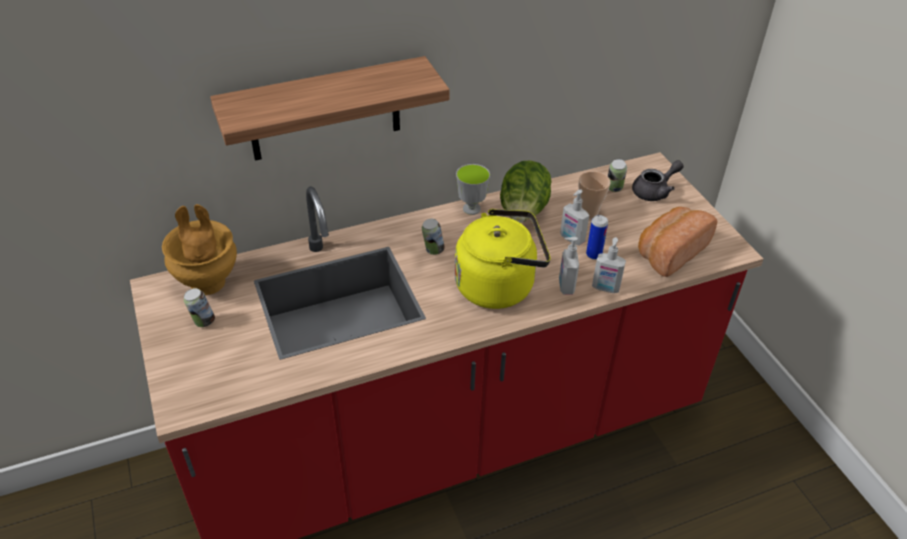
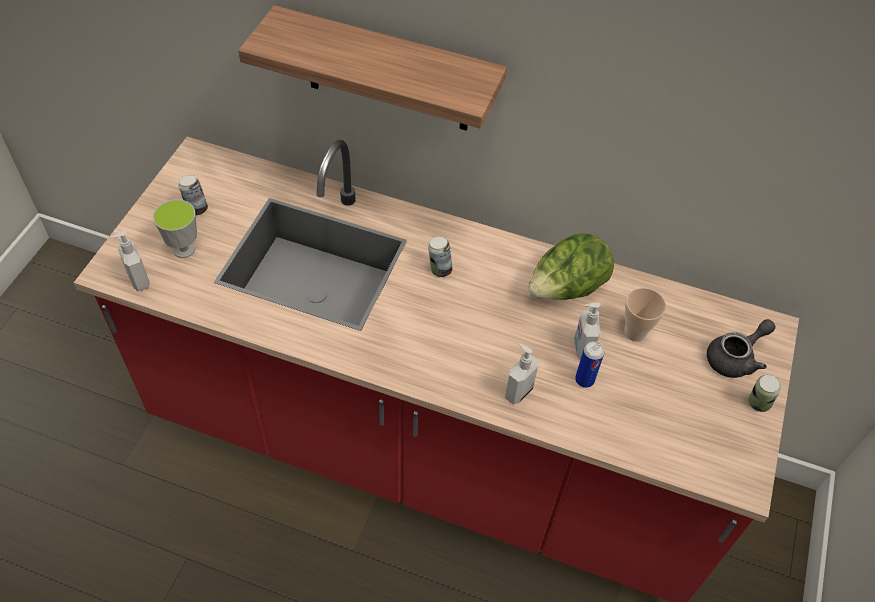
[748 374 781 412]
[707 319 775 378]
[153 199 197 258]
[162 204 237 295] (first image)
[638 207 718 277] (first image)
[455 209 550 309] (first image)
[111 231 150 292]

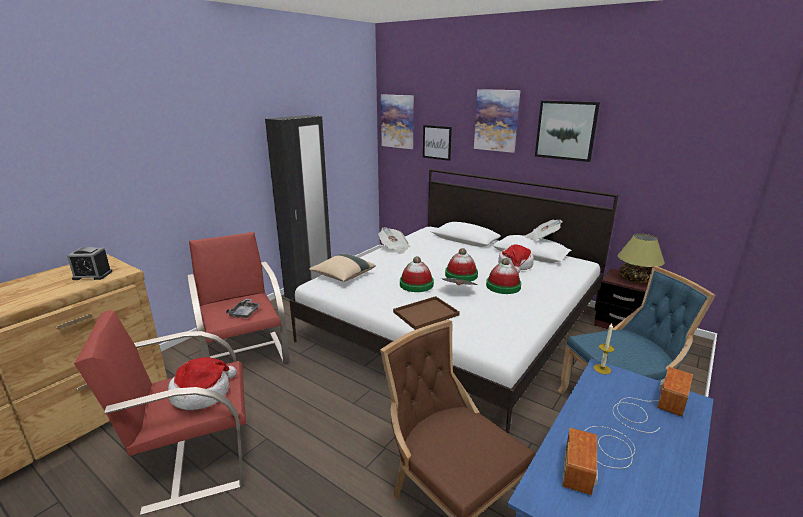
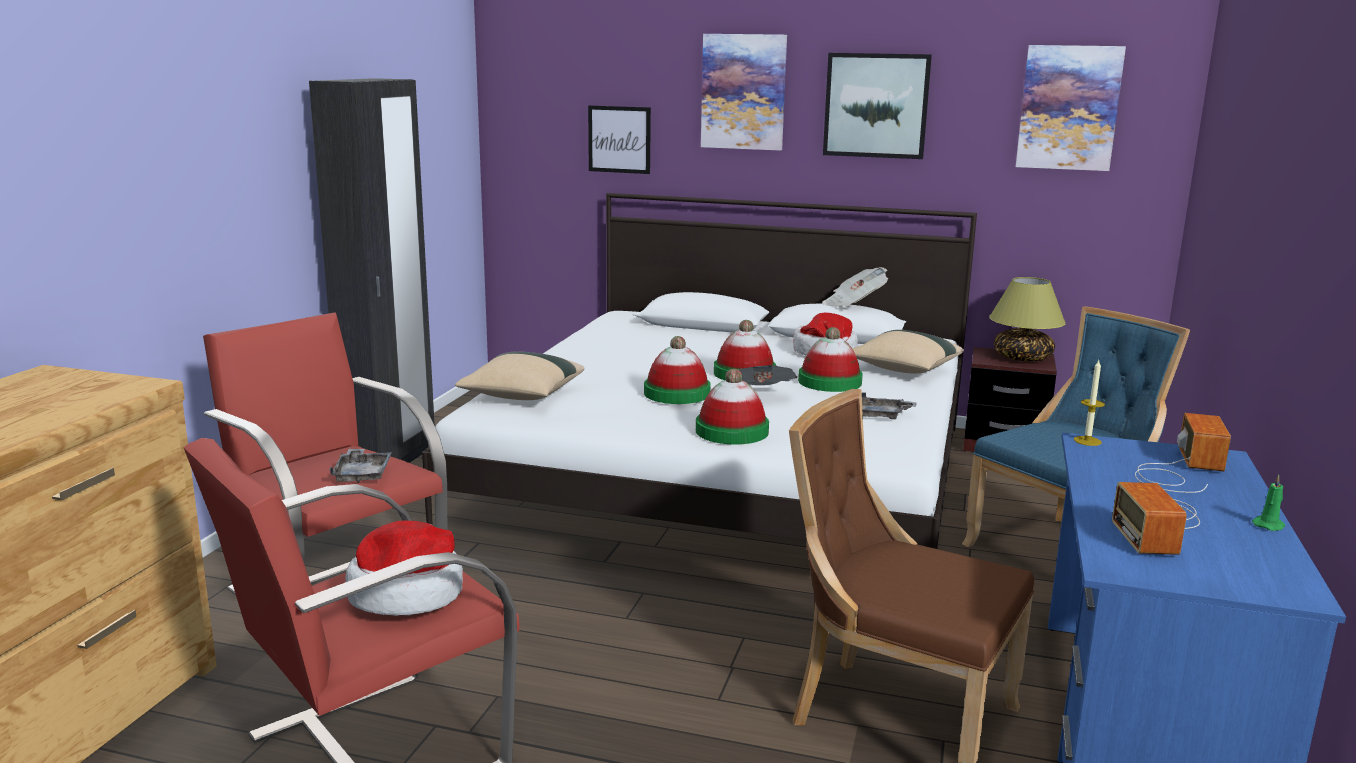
[1016 45 1126 171]
[378 227 410 254] (first image)
[67 247 112 280] (first image)
[696 369 769 444]
[853 330 964 373]
[862 392 917 419]
[1252 475 1285 531]

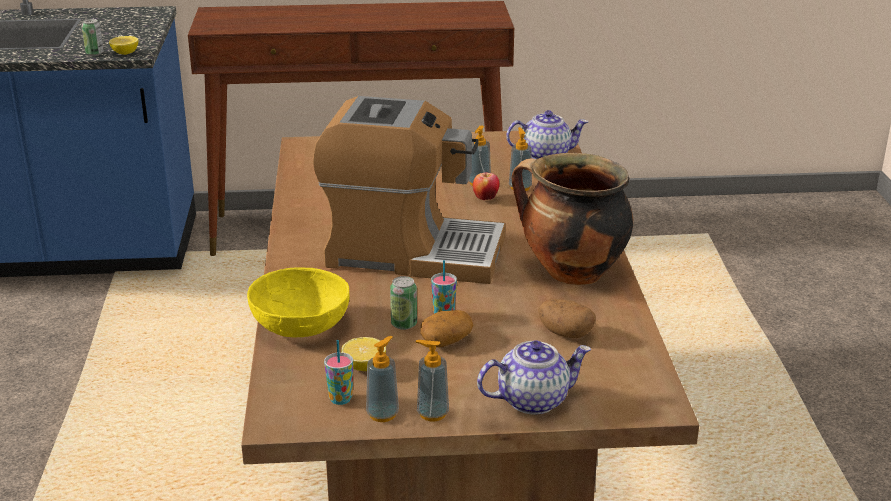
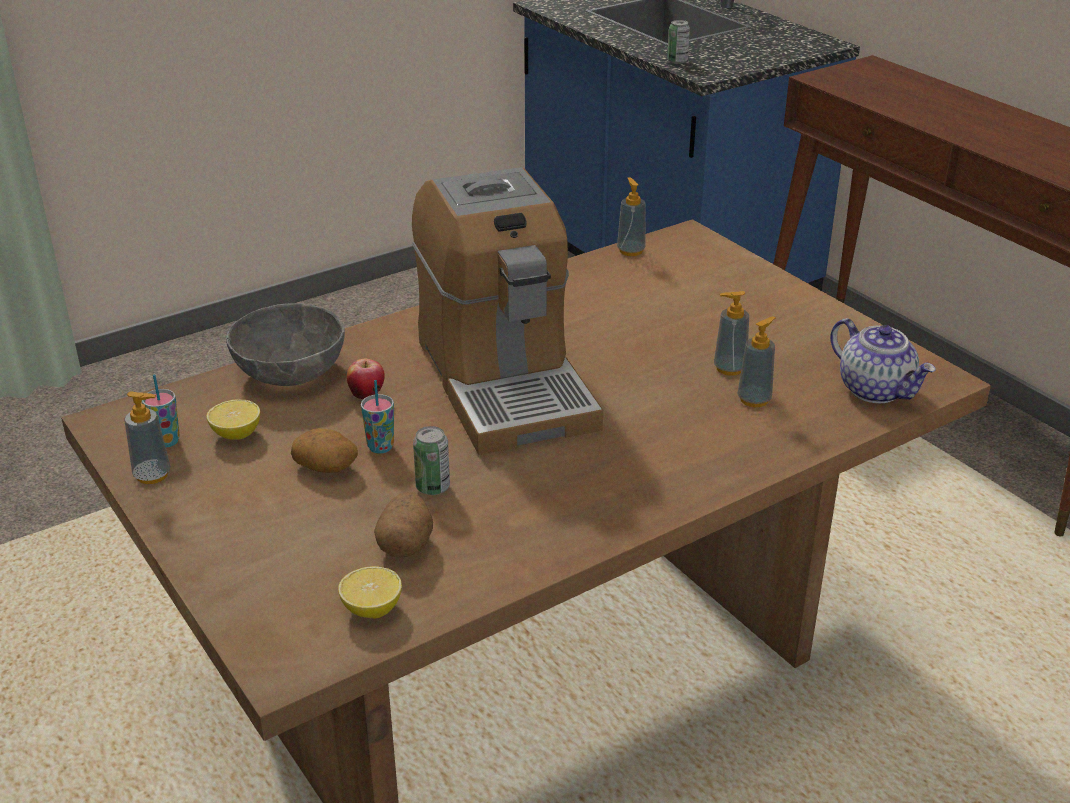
[338 566 402 619]
[511 153 633 285] (first image)
[347 359 385 399]
[226 303 345 386]
[413 426 450 495]
[617 177 646 256]
[477 340 591 415] (first image)

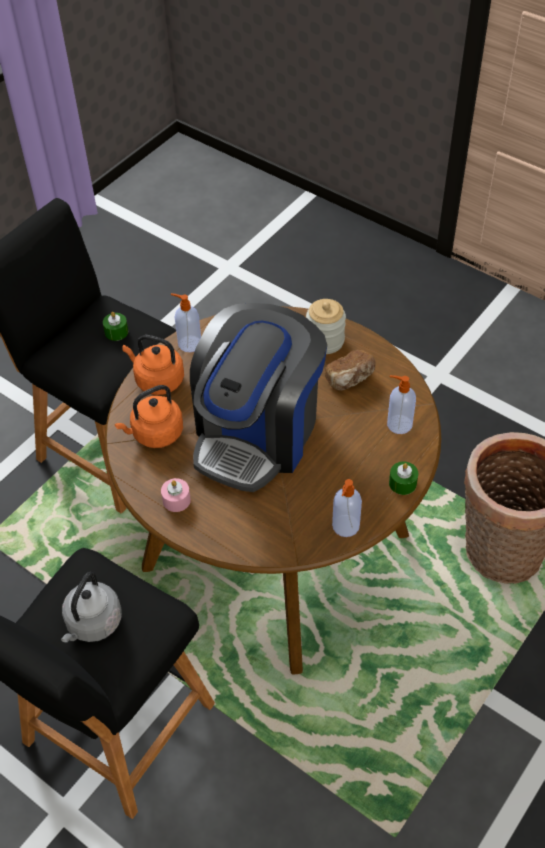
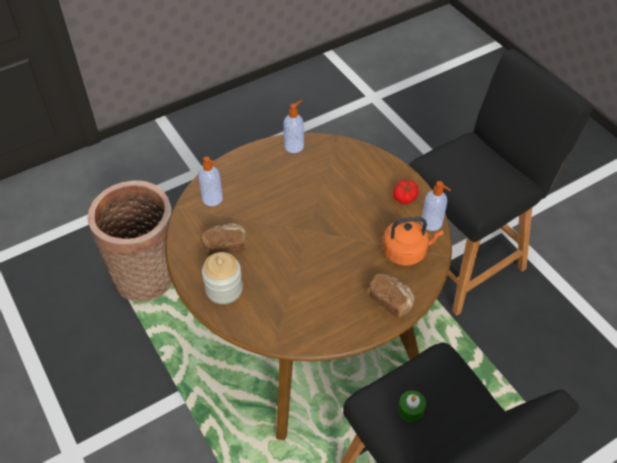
[421 181 451 231]
[190 303 327 492] (first image)
[367 274 414 318]
[389 461 418 495] (first image)
[393 180 418 204]
[61 572 122 642] (first image)

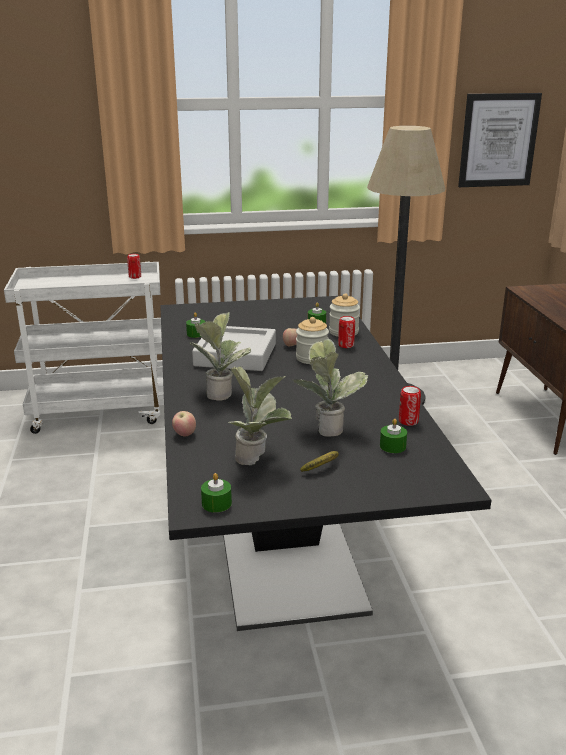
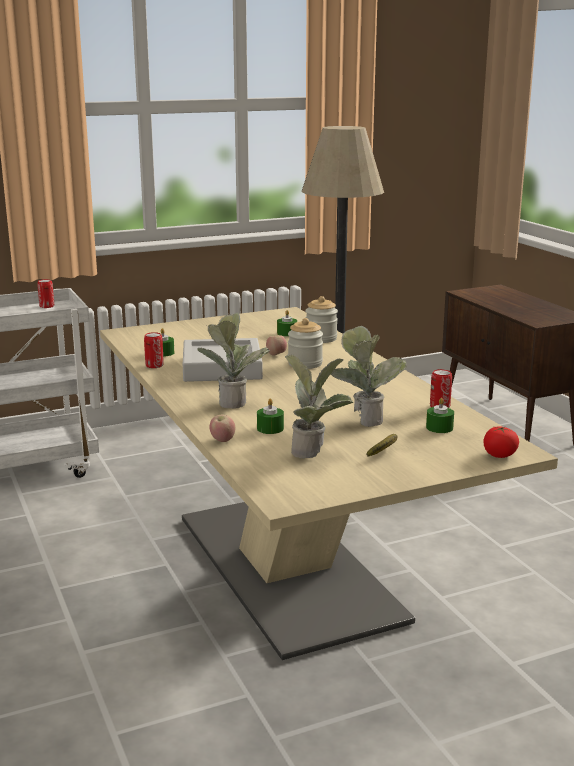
[458 93 542 187] (first image)
[100 307 558 660]
[144 332 164 368]
[257 398 284 434]
[483 426 519 458]

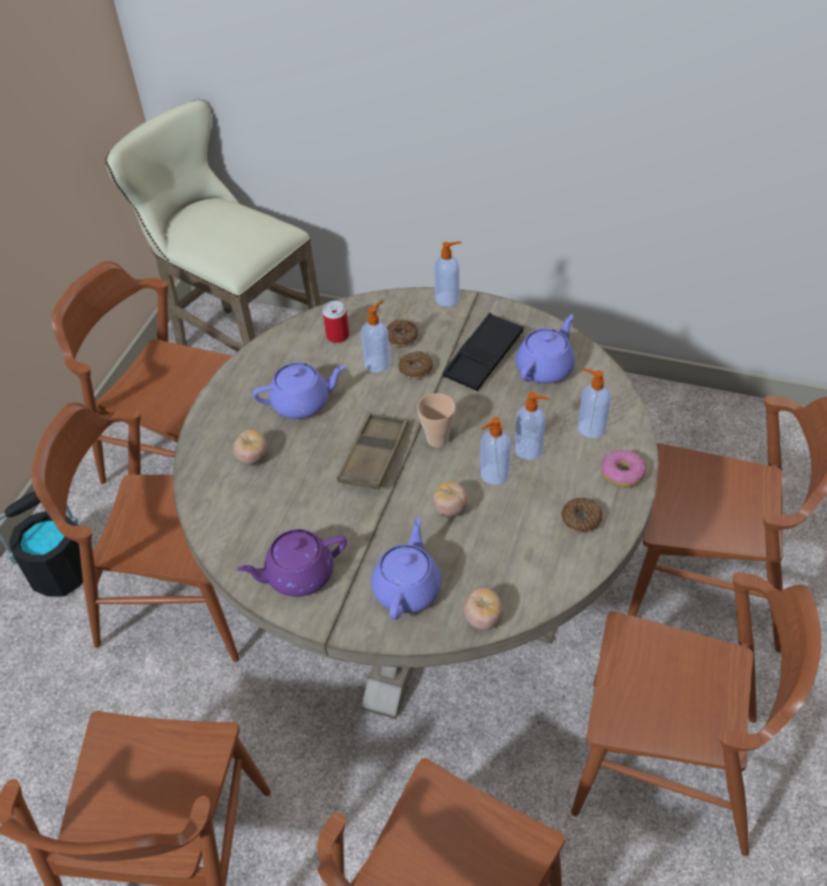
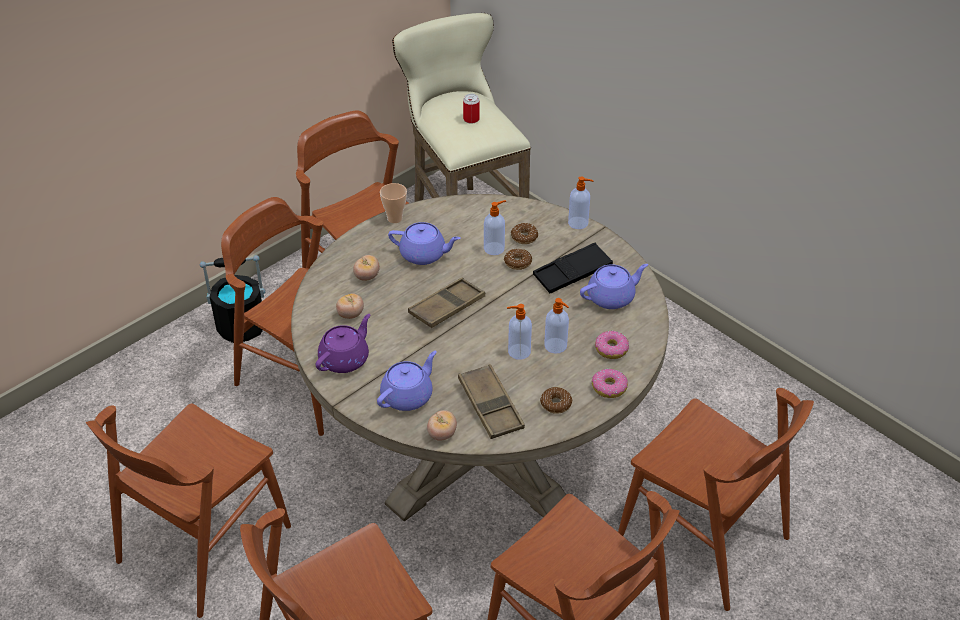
[463 94 480 124]
[595 331 629 359]
[380 183 407 223]
[336 293 364 319]
[316 314 370 373]
[458 364 525 439]

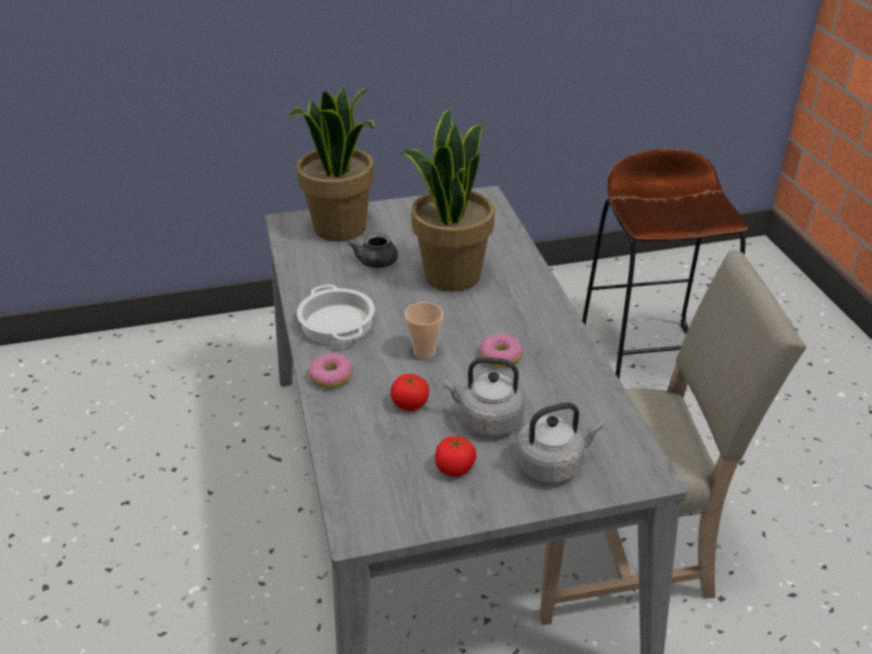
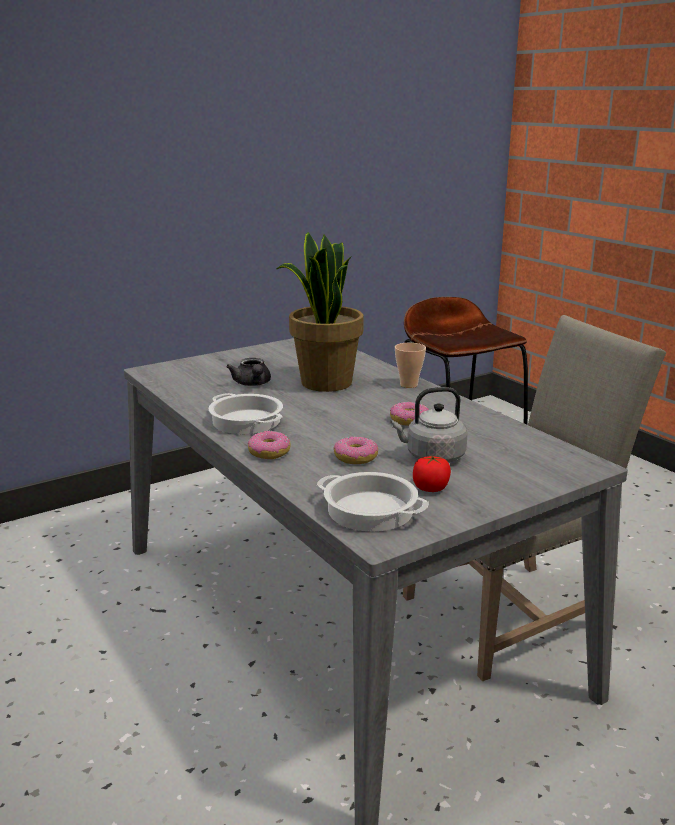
[287 85 376 241] (first image)
[395 343 426 388]
[333 436 378 464]
[516 403 604 483] (first image)
[317 472 429 531]

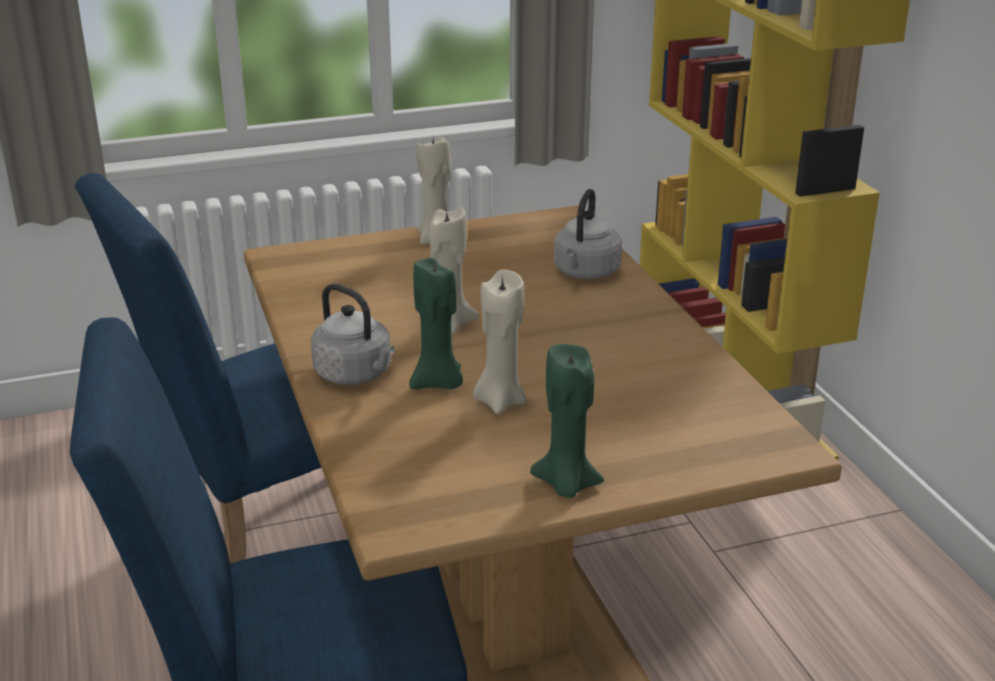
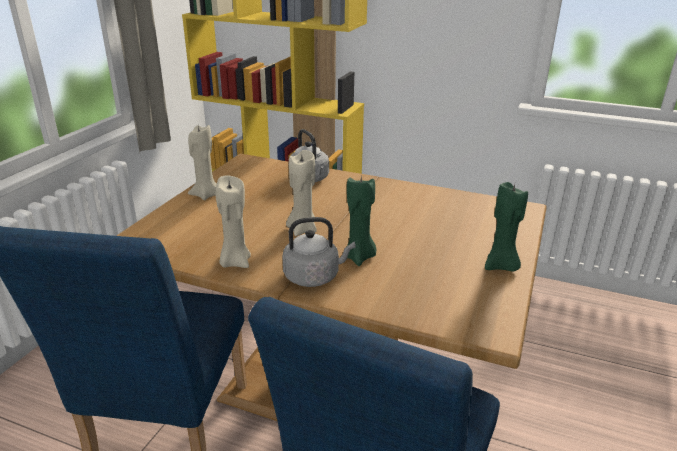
[216 175 251 268]

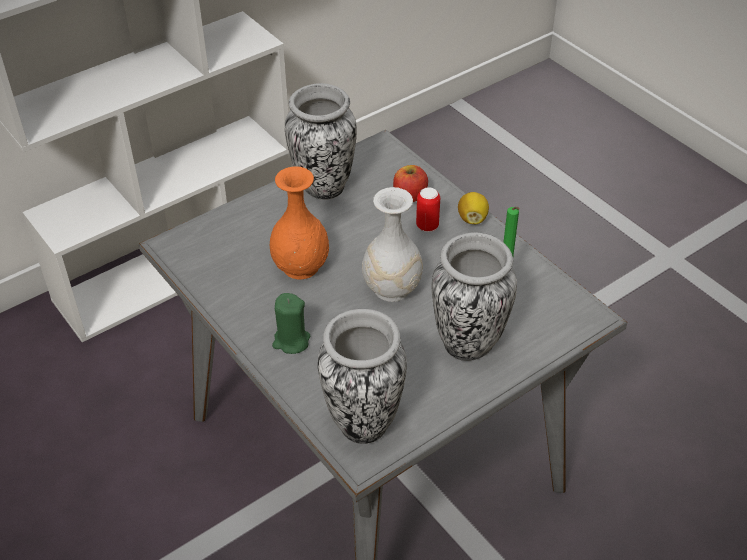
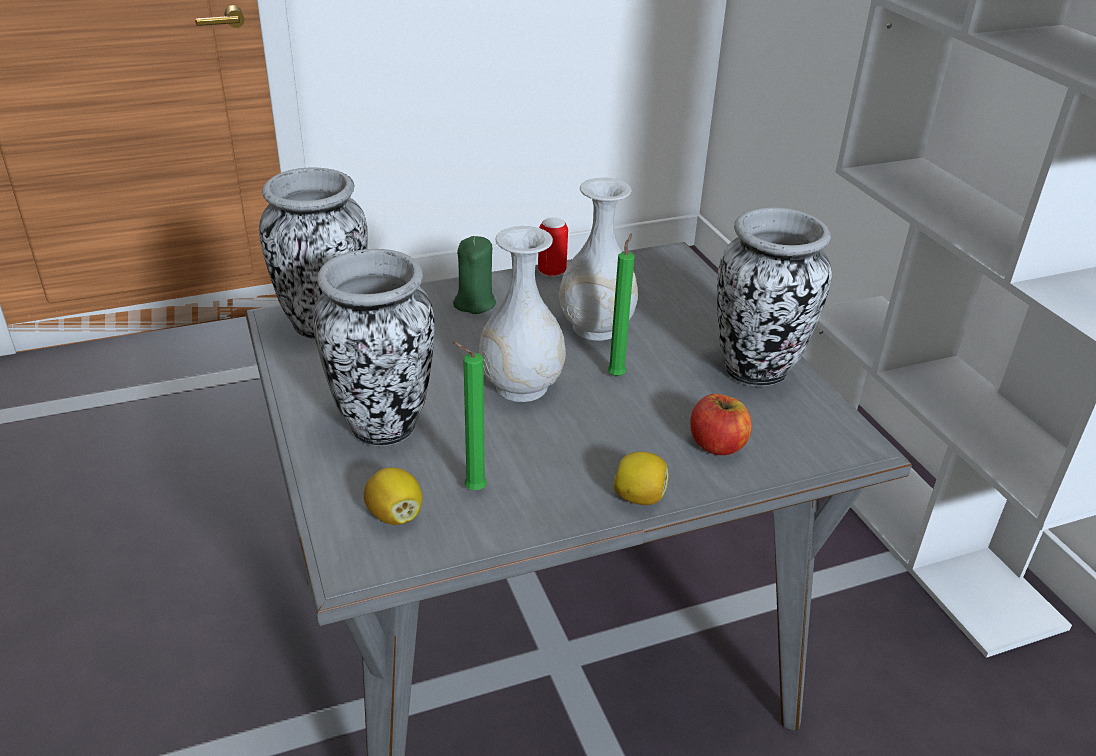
[559 178 638 341]
[538 217 568 277]
[608 233 635 377]
[364 468 422 525]

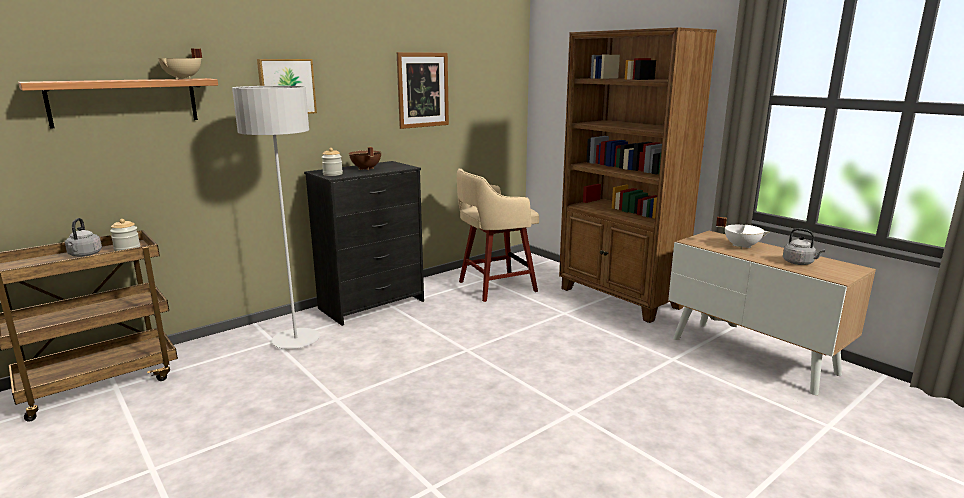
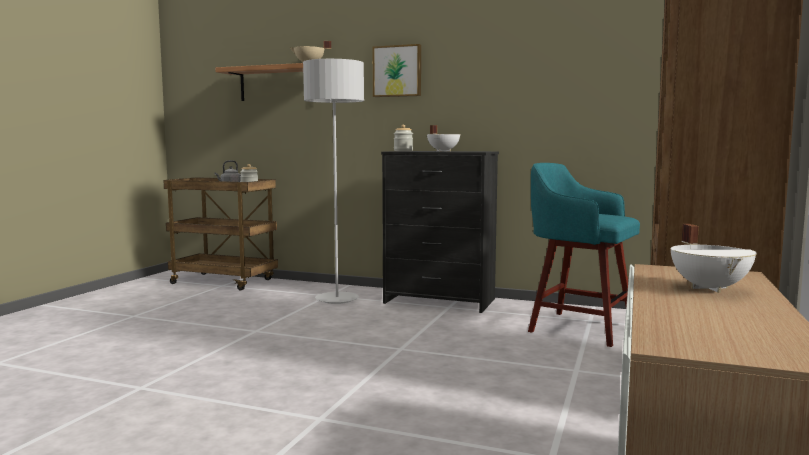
[397 52 449 129] (first image)
[427 125 460 151]
[528 163 640 347]
[783 228 825 265] (first image)

